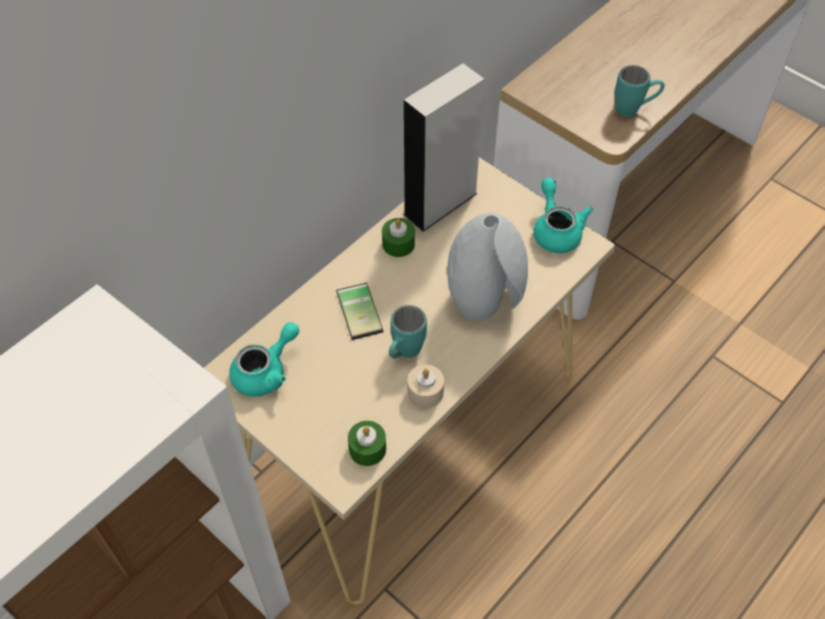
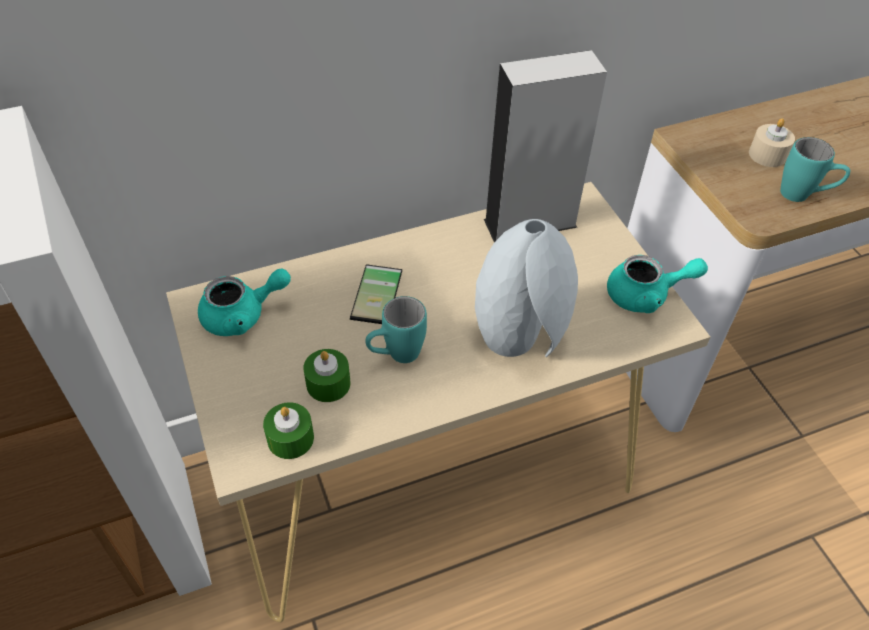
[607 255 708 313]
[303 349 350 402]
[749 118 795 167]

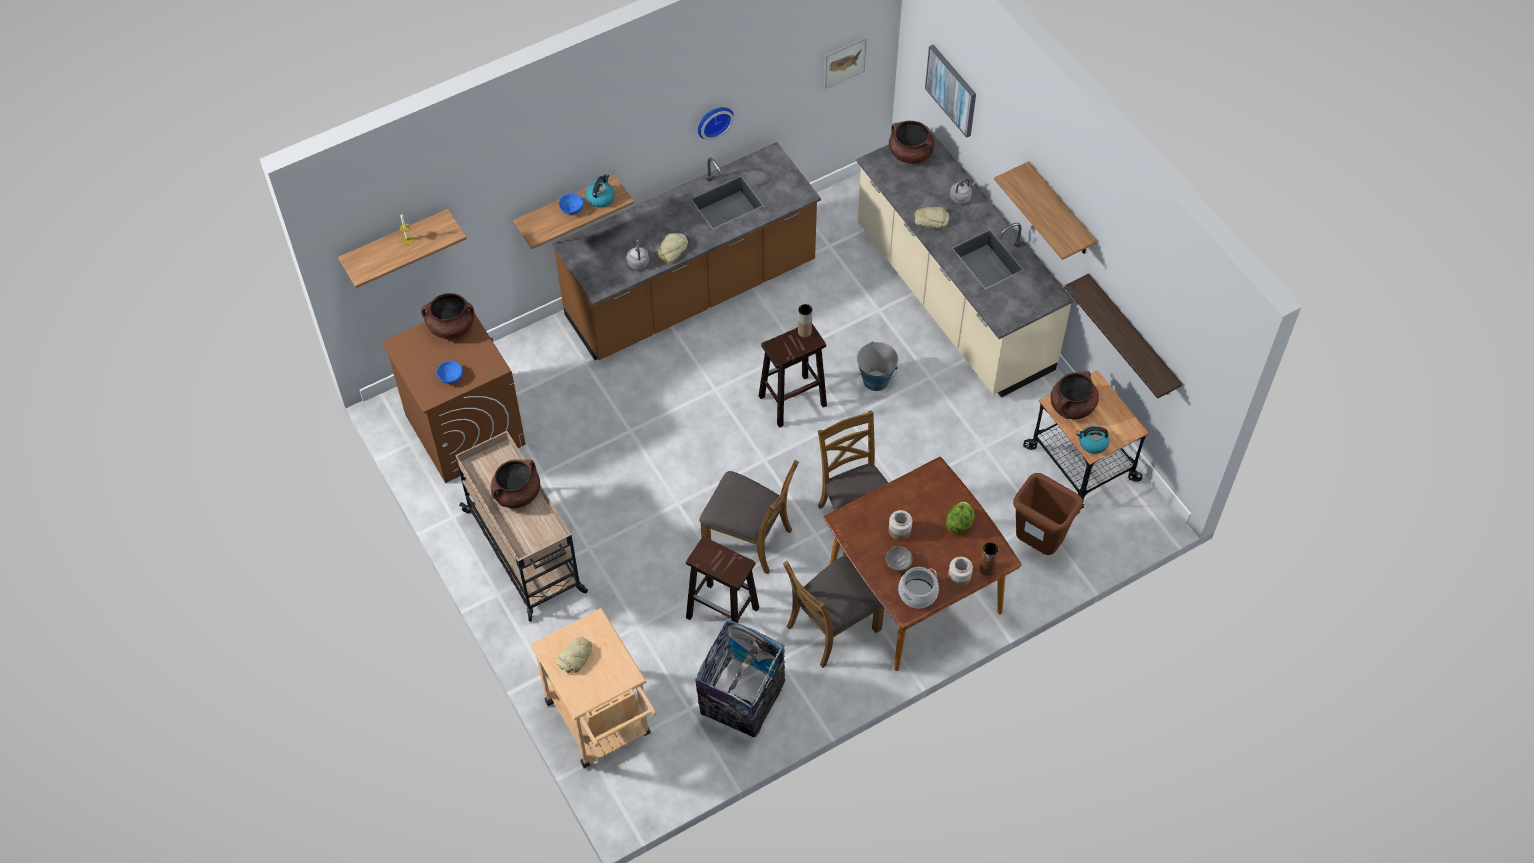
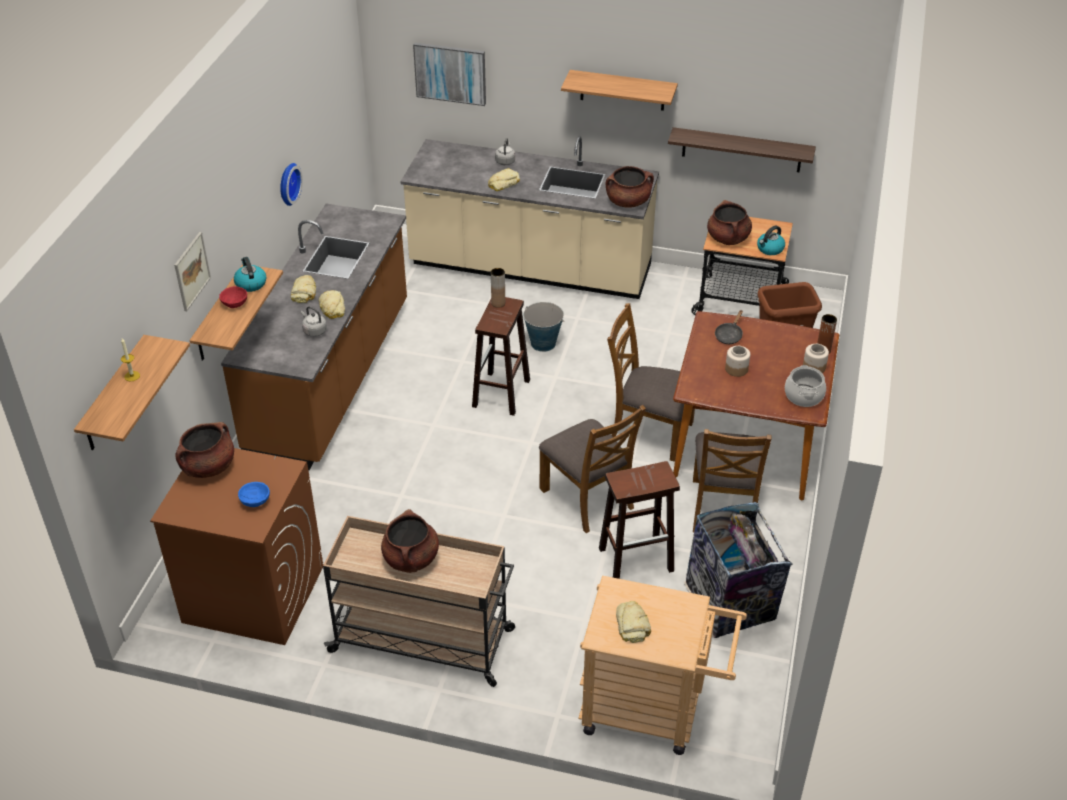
[174 232 211 311]
[606 166 654 207]
[219 286 247 308]
[539 405 646 533]
[946 501 975 534] (first image)
[886 546 913 572] (first image)
[291 275 316 303]
[715 310 743 344]

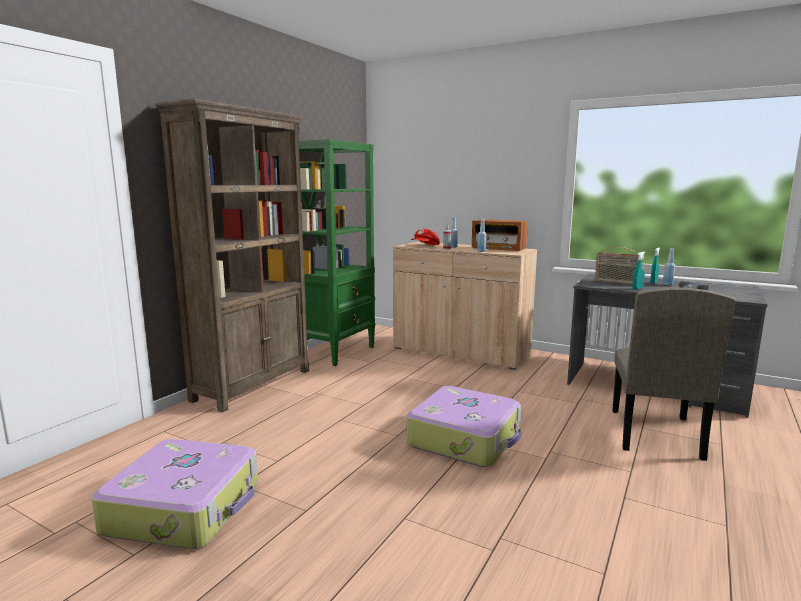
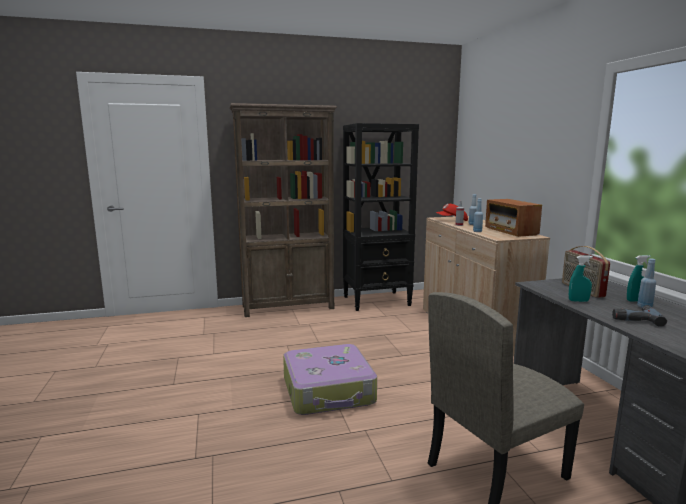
[343 123 419 311]
[91 439 258 549] (first image)

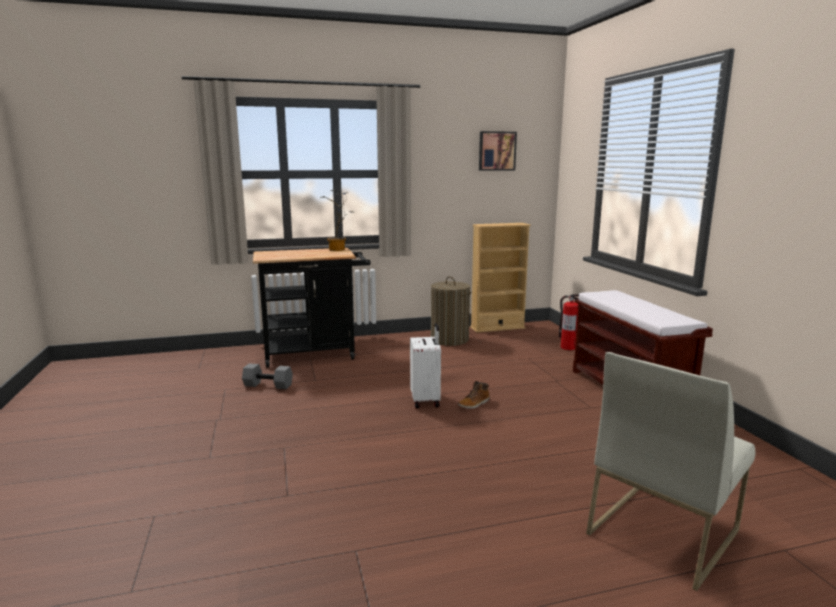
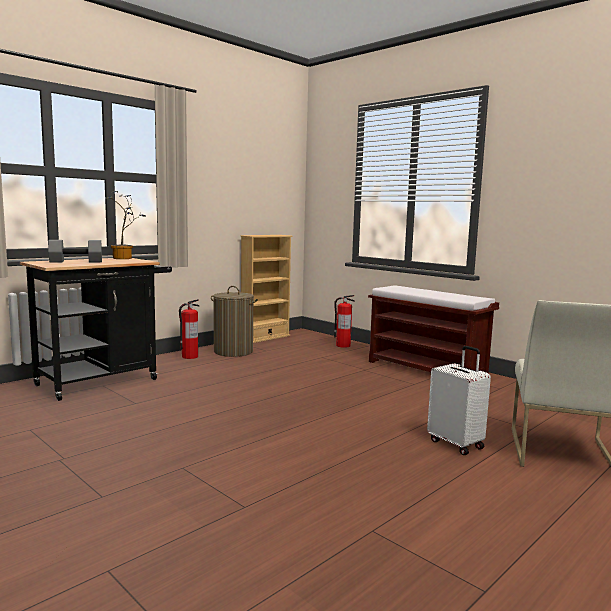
[479 131 517 171] (first image)
[427 346 491 455]
[48 240 102 263]
[458 381 490 409] (first image)
[179 299 200 359]

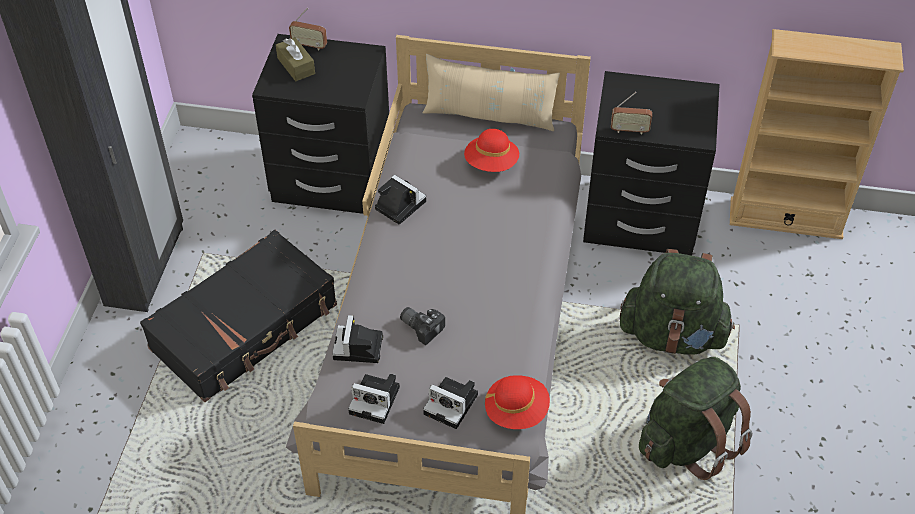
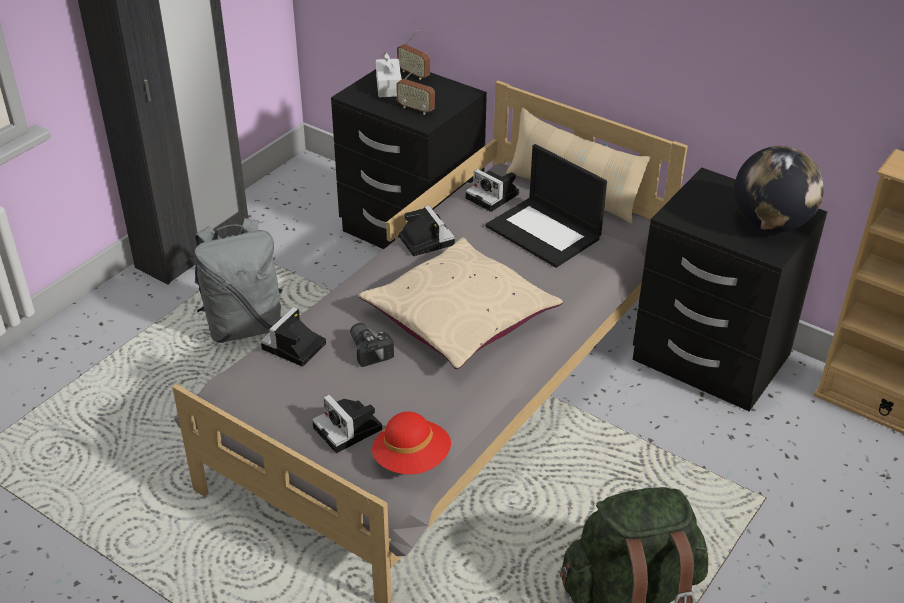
[376 52 401 97]
[396 63 435 115]
[486 144 607 268]
[194 218 283 343]
[620 249 735 354] (first image)
[466 169 519 212]
[734 146 824 232]
[359 238 563 369]

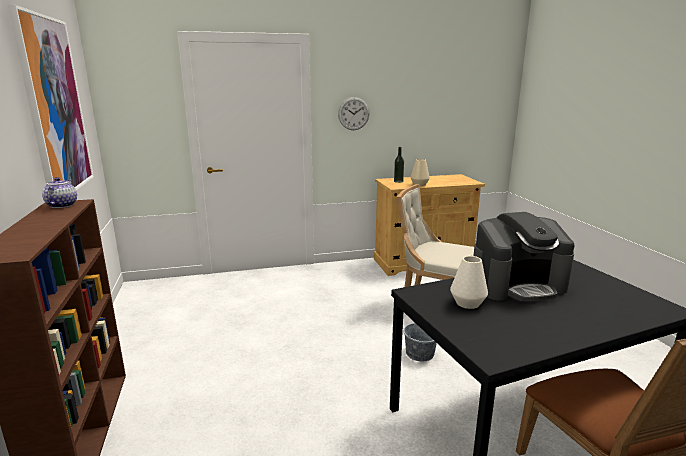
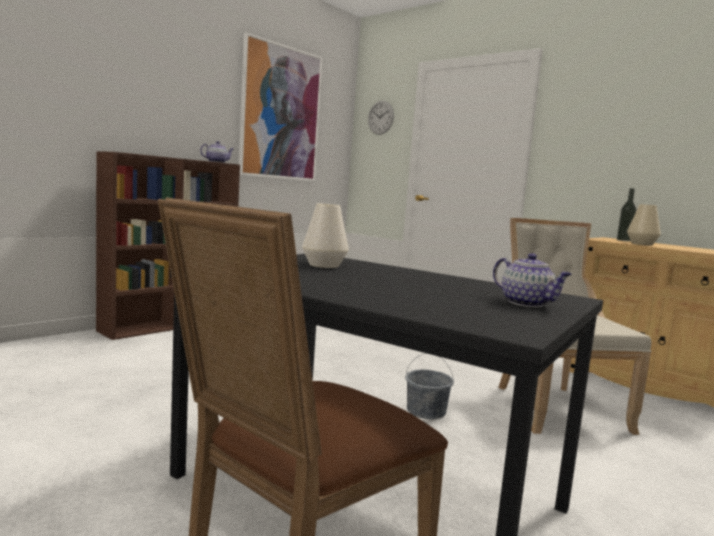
[368 101 394 135]
[474 212 575 302] (first image)
[493 253 572 307]

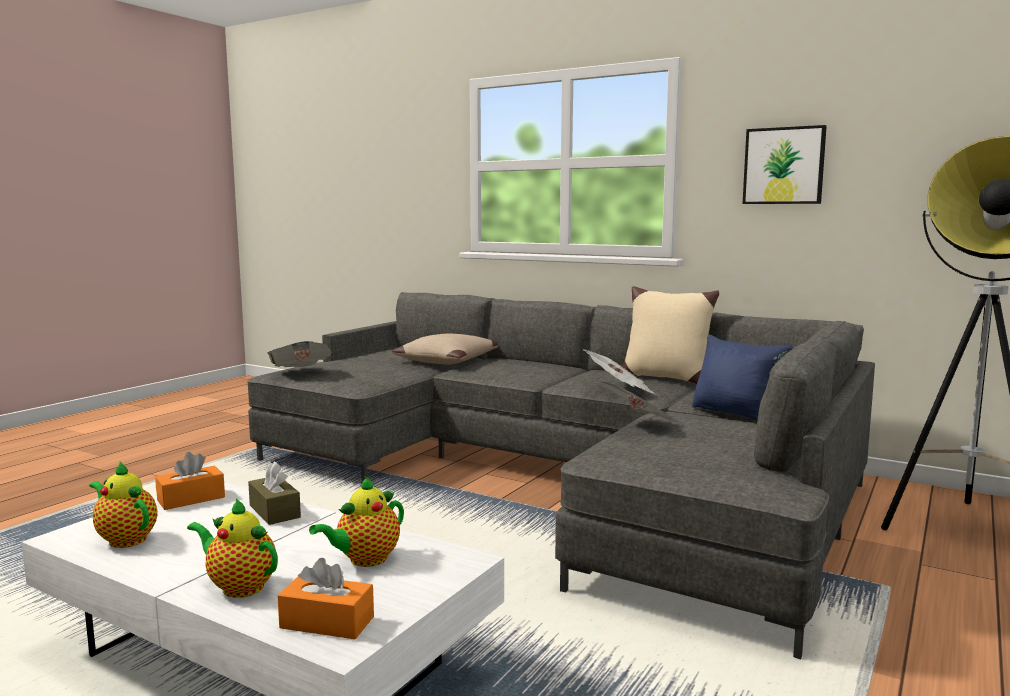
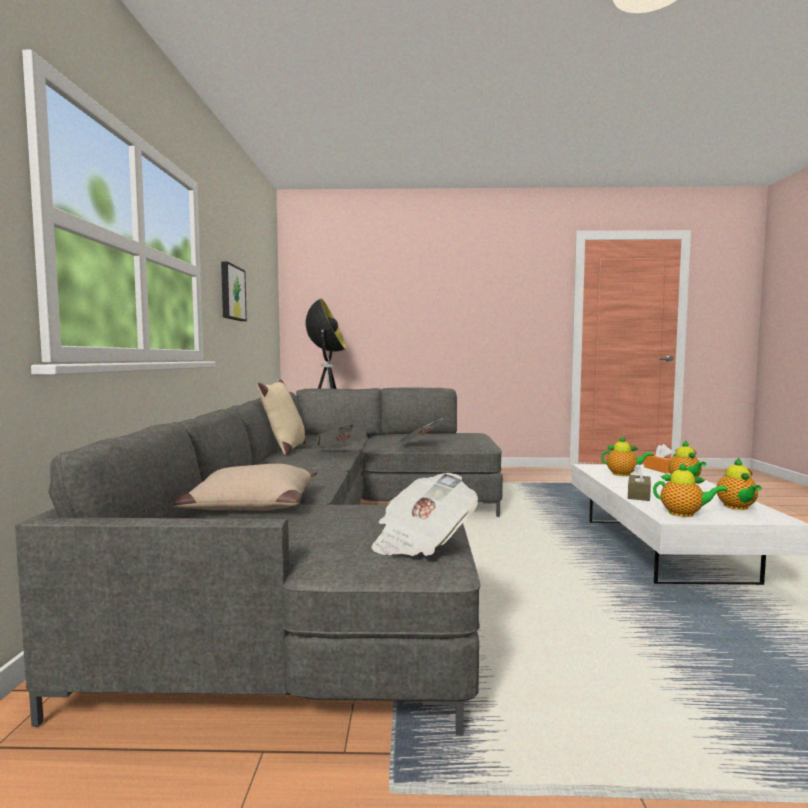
[692 335 793 420] (first image)
[653 463 727 517]

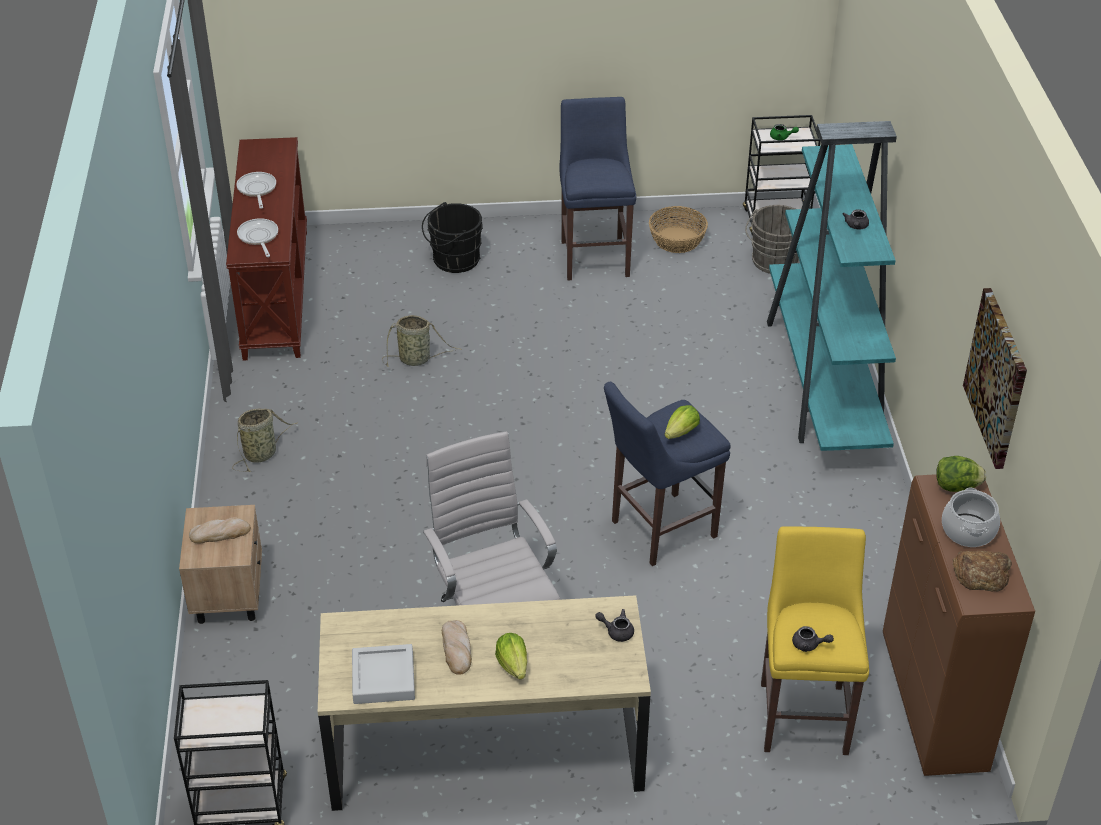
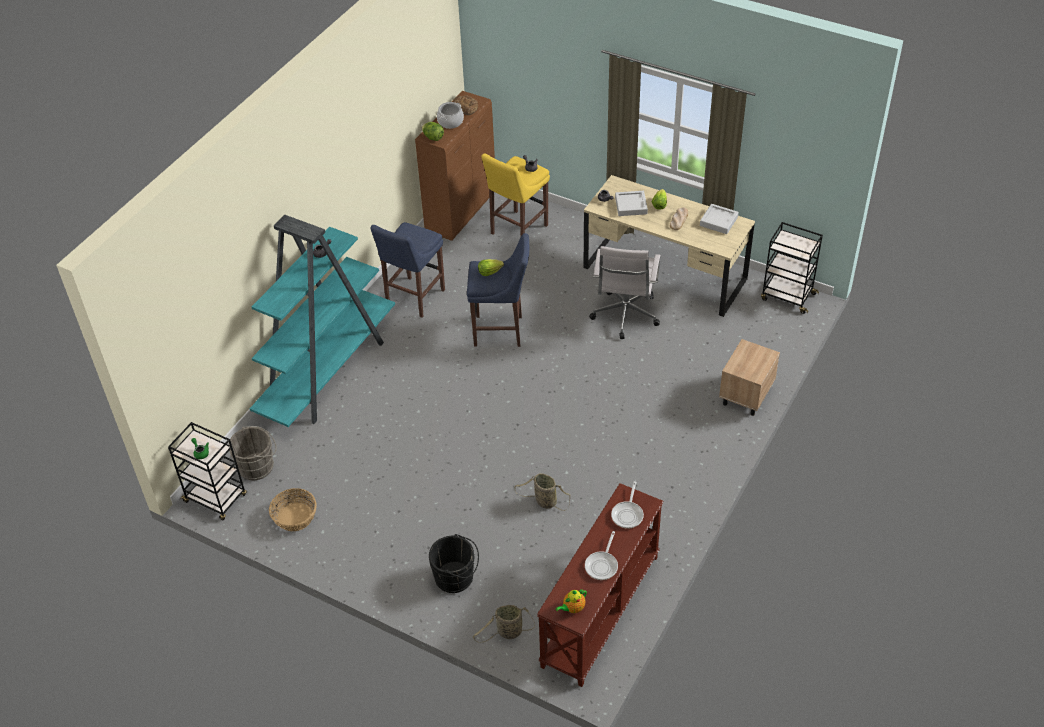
[370 222 445 318]
[963 288 1027 469] (first image)
[473 605 535 643]
[189 517 251 543] (first image)
[615 191 648 216]
[556 589 587 613]

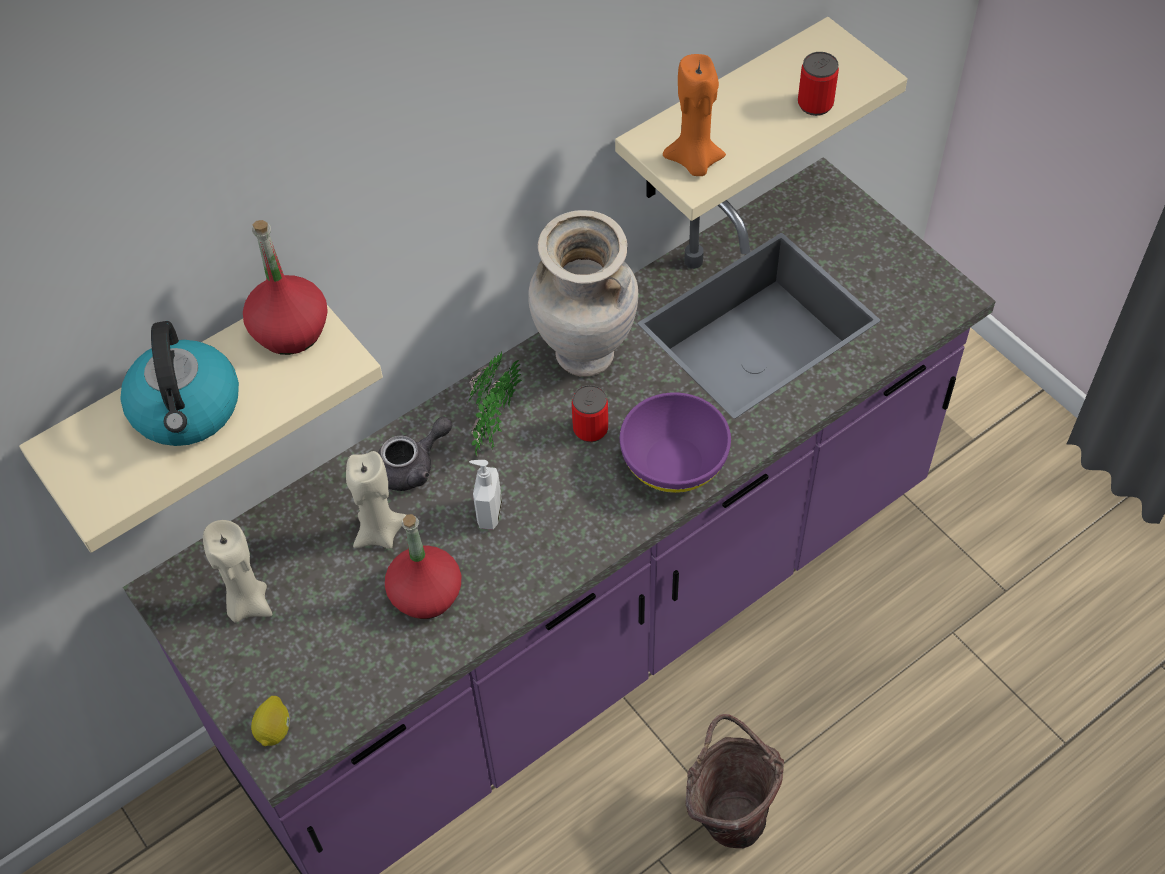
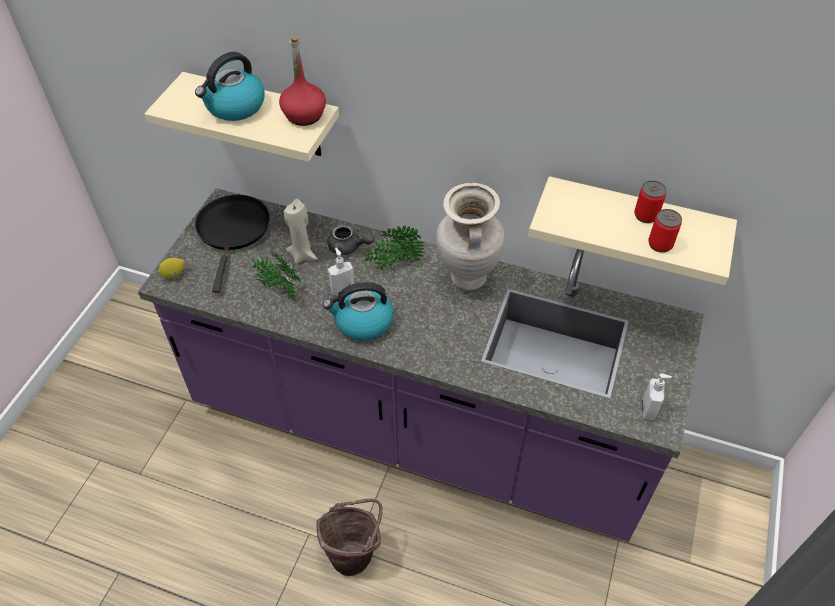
[663 54 726 176] (first image)
[634 181 667 223]
[620 392 731 493] (first image)
[252 251 301 302]
[195 195 270 293]
[323 282 394 341]
[642 373 672 420]

